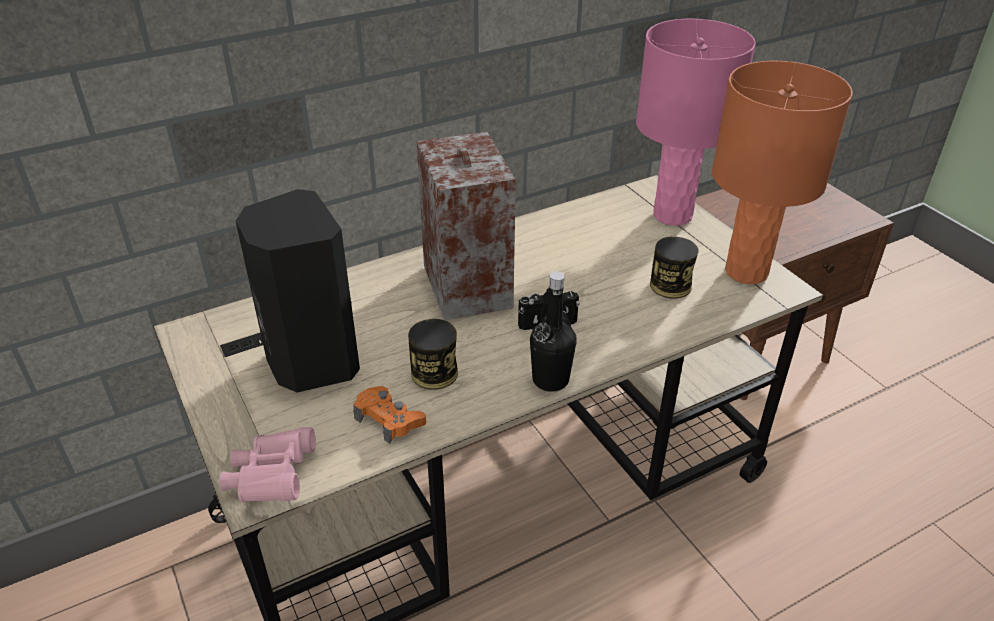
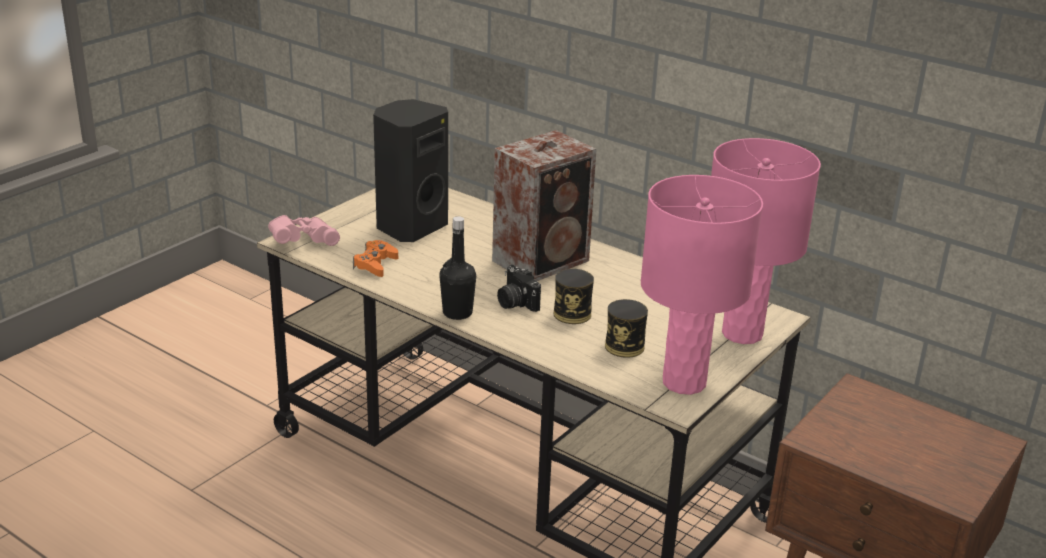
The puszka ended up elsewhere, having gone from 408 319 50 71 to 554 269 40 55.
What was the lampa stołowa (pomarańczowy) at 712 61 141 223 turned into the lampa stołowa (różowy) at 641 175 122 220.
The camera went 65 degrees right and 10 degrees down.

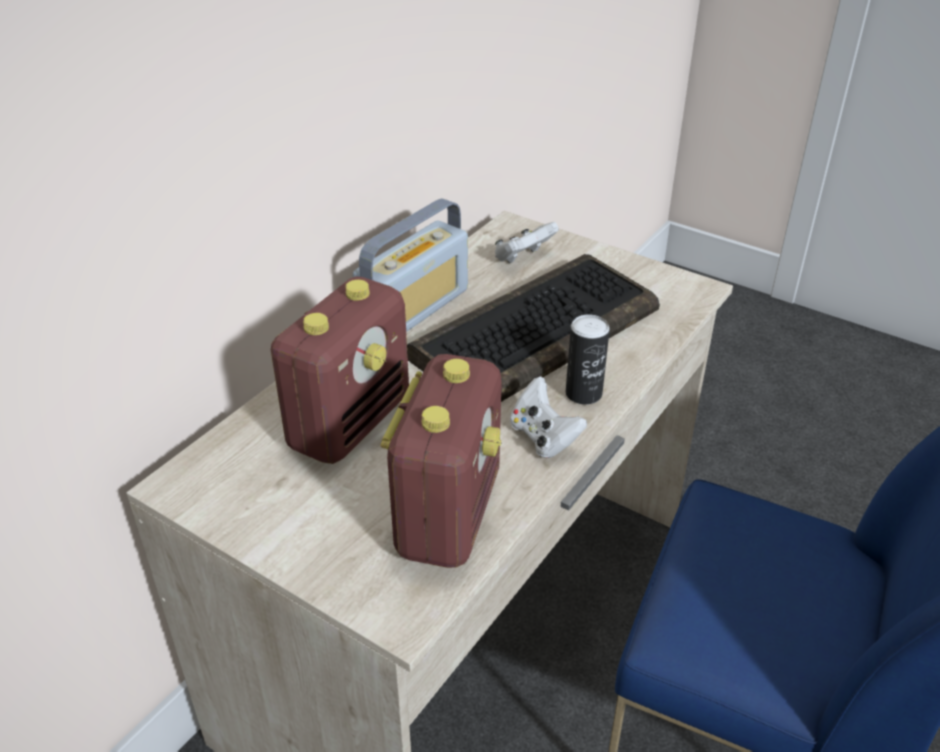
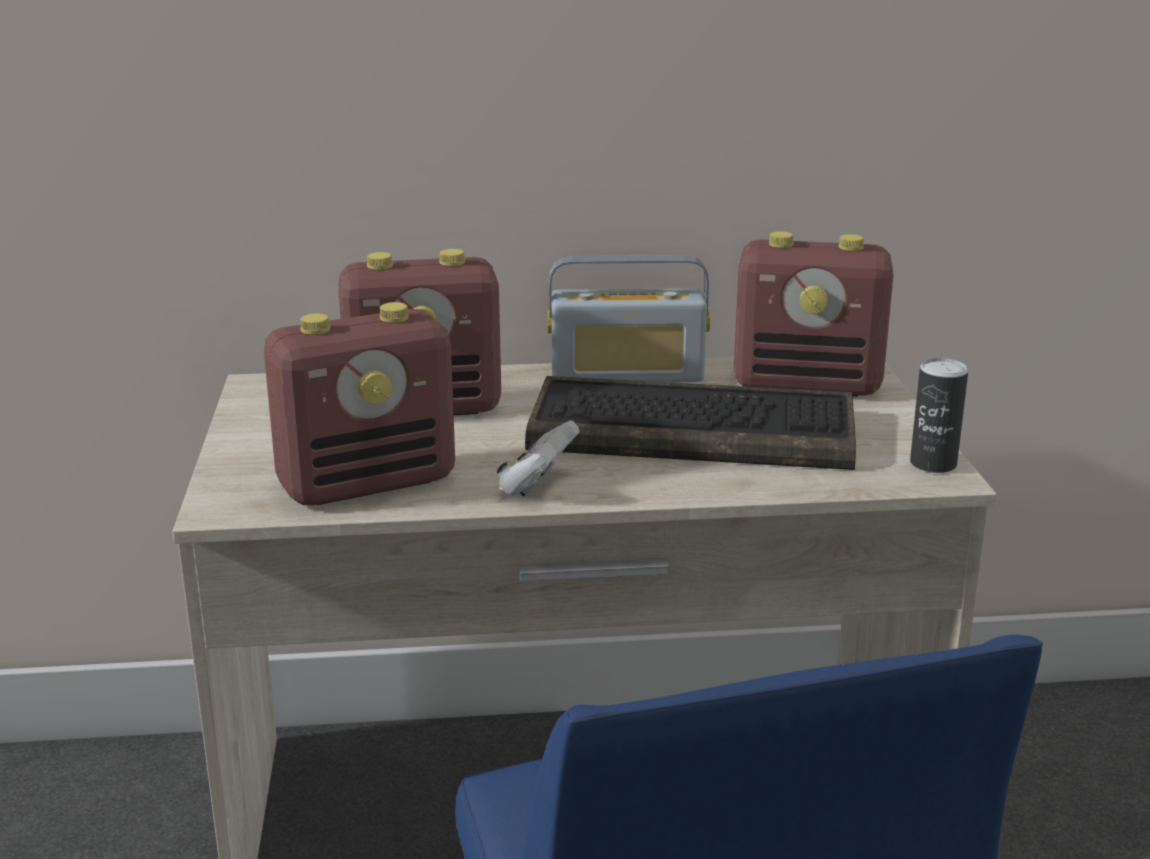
Where the pad do gier (biały) stood at 495 222 64 41, the radio came to stand at 734 231 160 166.
The puszka ended up elsewhere, having gone from 566 314 44 91 to 910 358 58 115.
The camera went 50 degrees right and 15 degrees down.

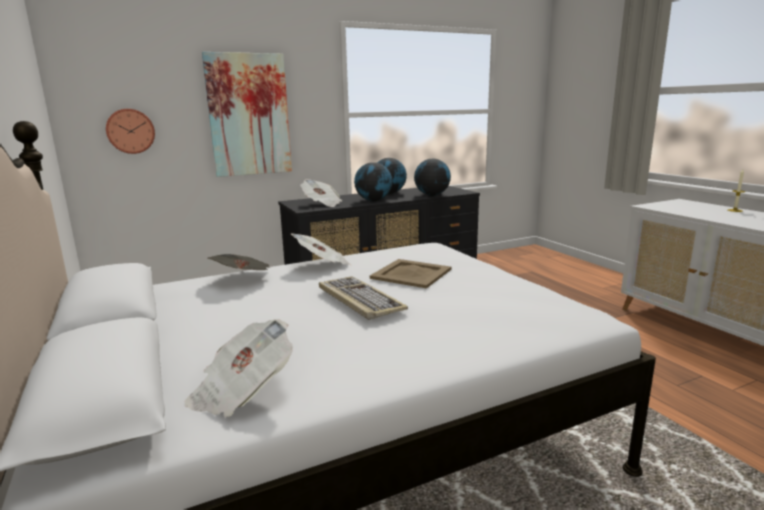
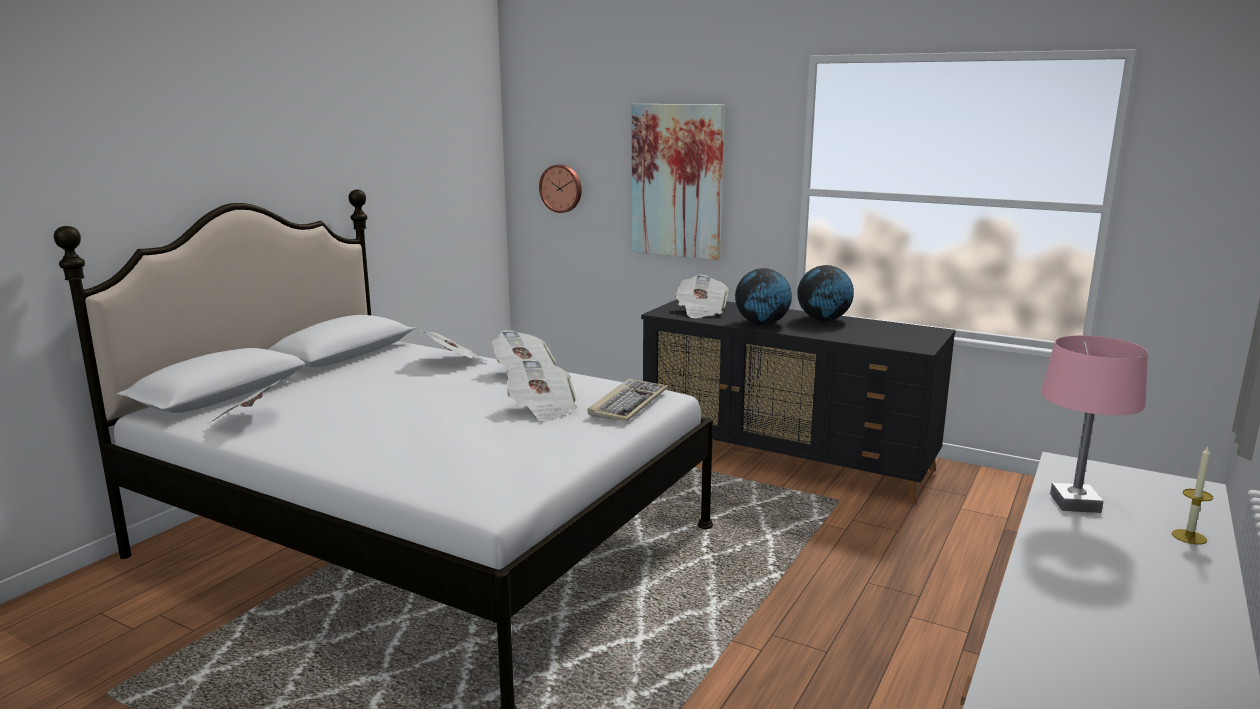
The klawiatura ended up elsewhere, having gone from 319 277 89 43 to 588 379 80 42.
Where the taca (beżowy) stood at 370 259 81 30, the gazeta came to stand at 507 359 71 63.
The second view lost the globus at 414 159 37 37.
The second view gained the lampa stołowa (różowy) at 1041 335 107 178.
The camera went 55 degrees right and 0 degrees up.

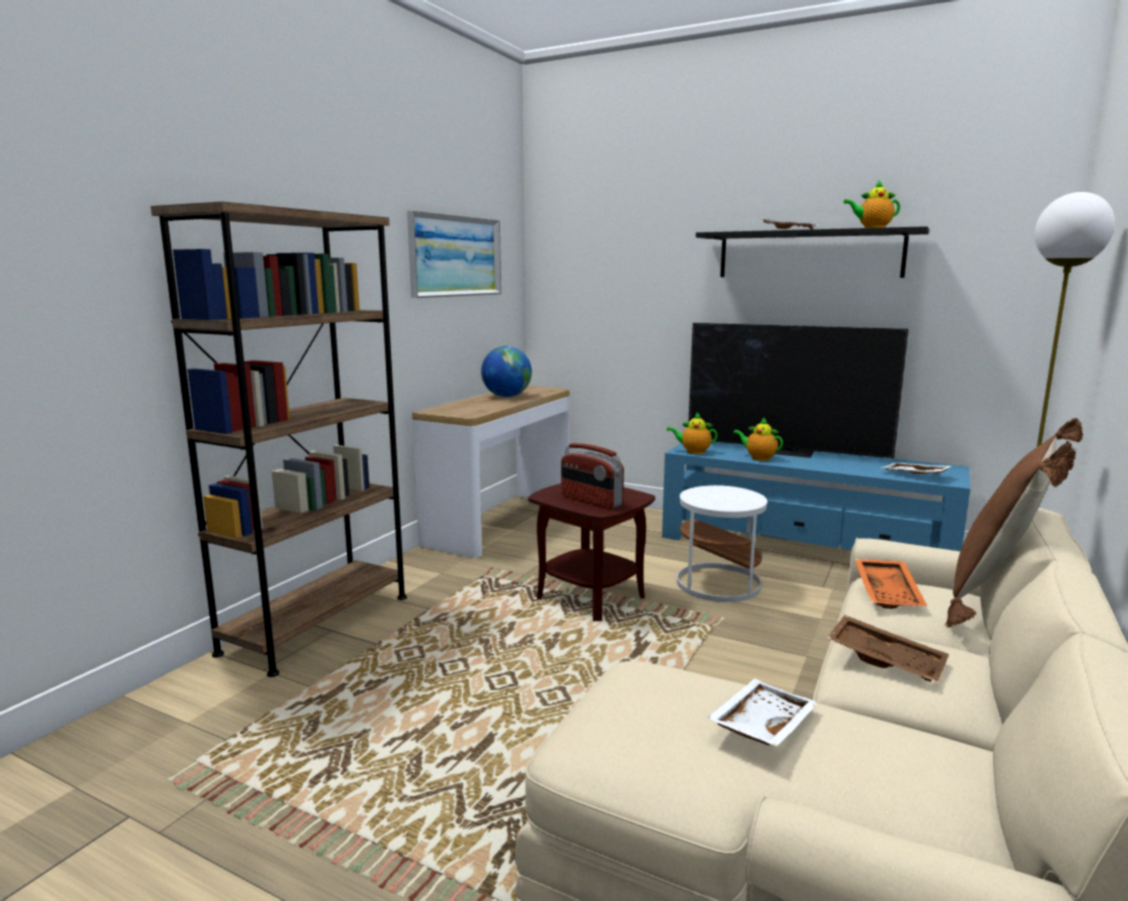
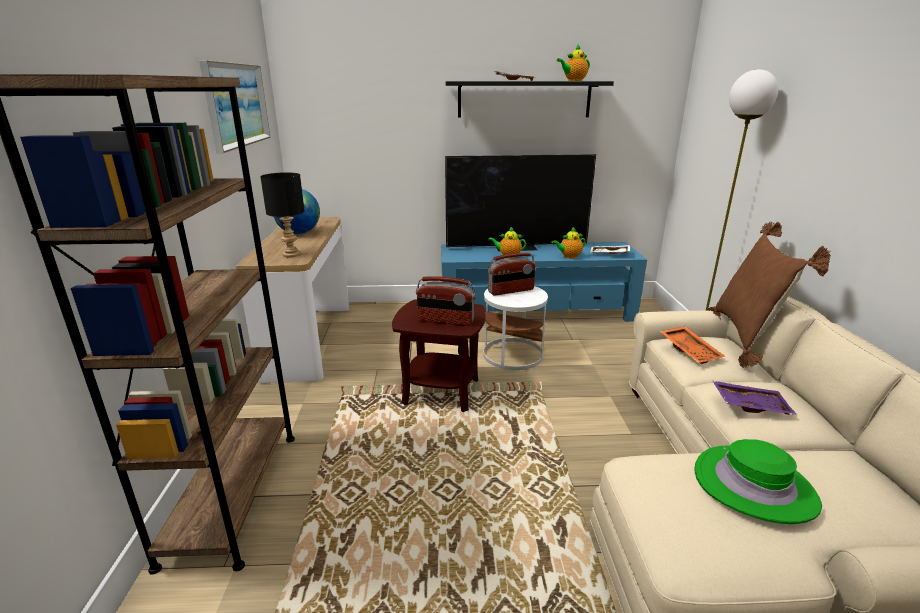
The imbryk ended up elsewhere, having gone from 667 413 51 41 to 551 227 35 32.
Where the taca (biały) stood at 706 678 112 69, the kapelusz (zielony) came to stand at 695 439 127 85.
What was the taca (brązowy) at 827 615 122 68 turned into the taca (fioletowy) at 713 381 84 34.
The second view gained the lampa stołowa (czarny) at 260 172 45 85.
The second view gained the radio at 488 253 48 43.
The camera went 30 degrees left and 10 degrees up.

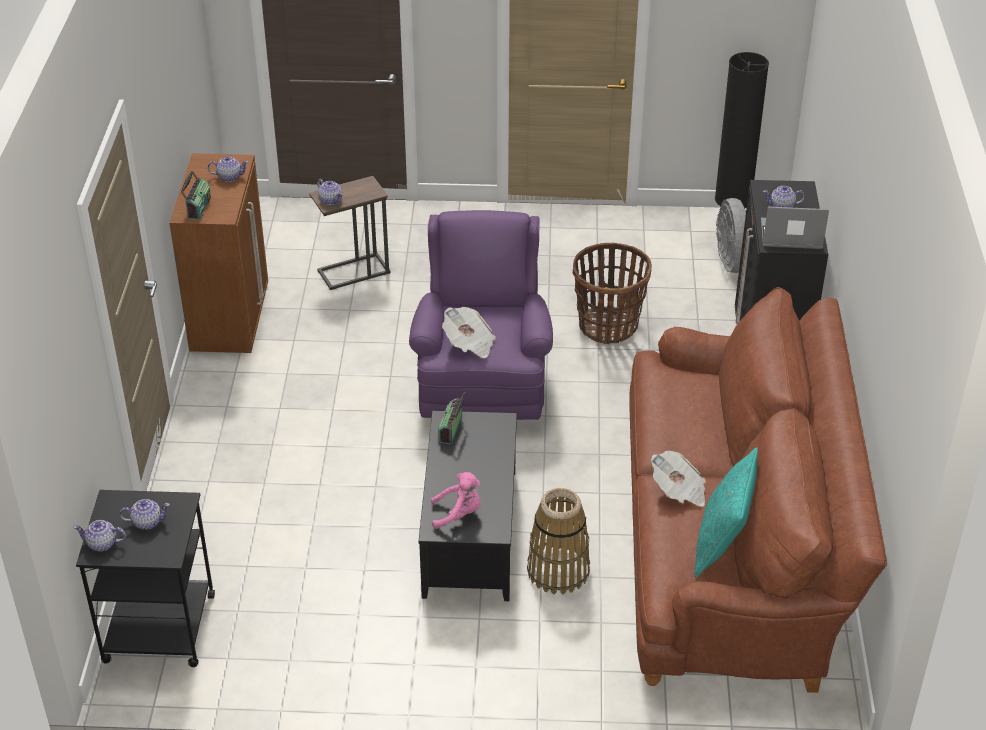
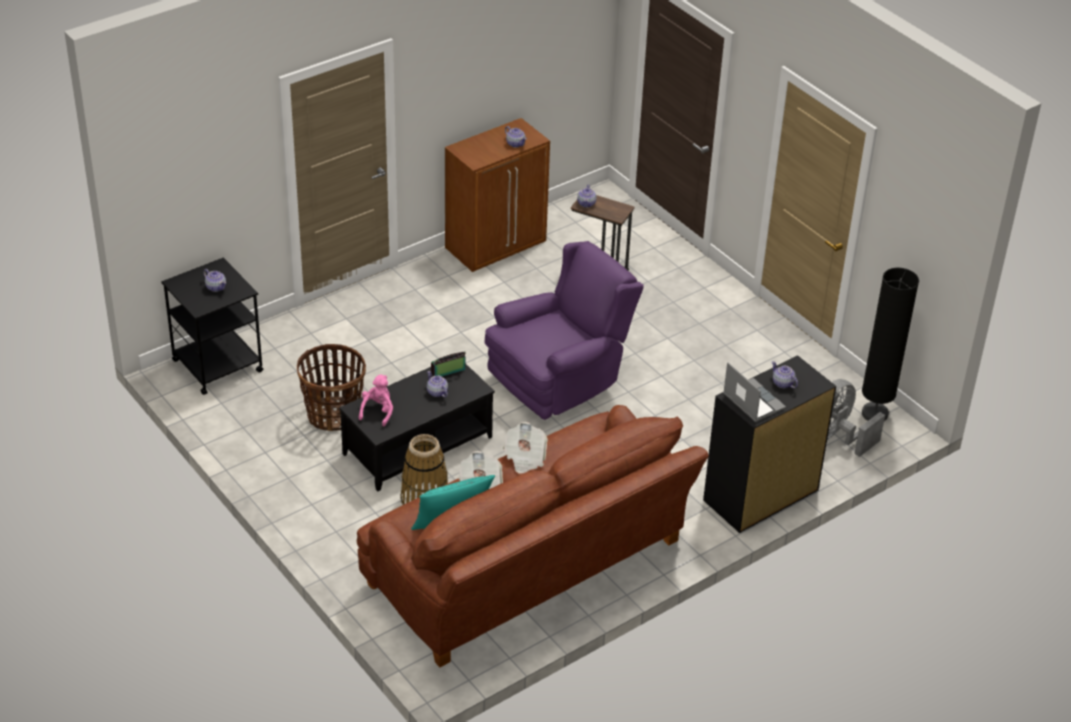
The imbryk ended up elsewhere, having gone from 73 520 53 31 to 427 371 21 26.
The second view lost the radio at 181 170 30 50.
The pluszak (różowy) at 431 472 50 57 ended up facing another way, 120 degrees counterclockwise from before.
The gazeta ended up elsewhere, having gone from 442 307 54 51 to 503 422 45 52.
The koszyk ended up elsewhere, having gone from 573 243 79 101 to 297 344 69 87.
The camera went 50 degrees right and 0 degrees up.

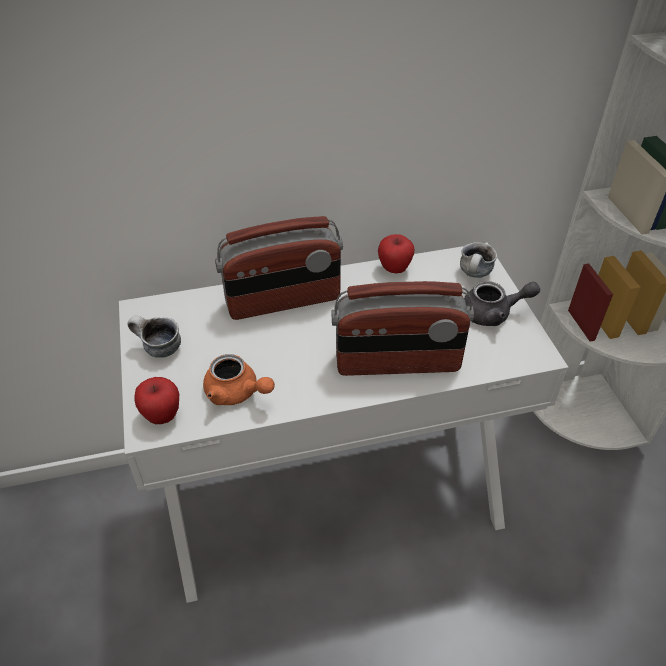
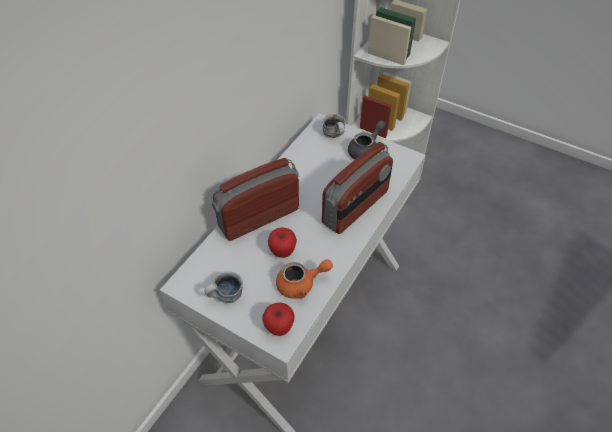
The radio at 215 216 128 104 ended up facing another way, 150 degrees counterclockwise from before.
The jabłko ended up elsewhere, having gone from 378 234 37 39 to 268 227 29 31.
The camera went 45 degrees left and 5 degrees up.

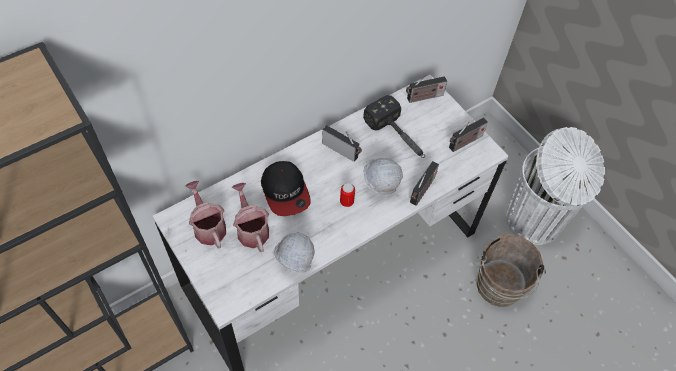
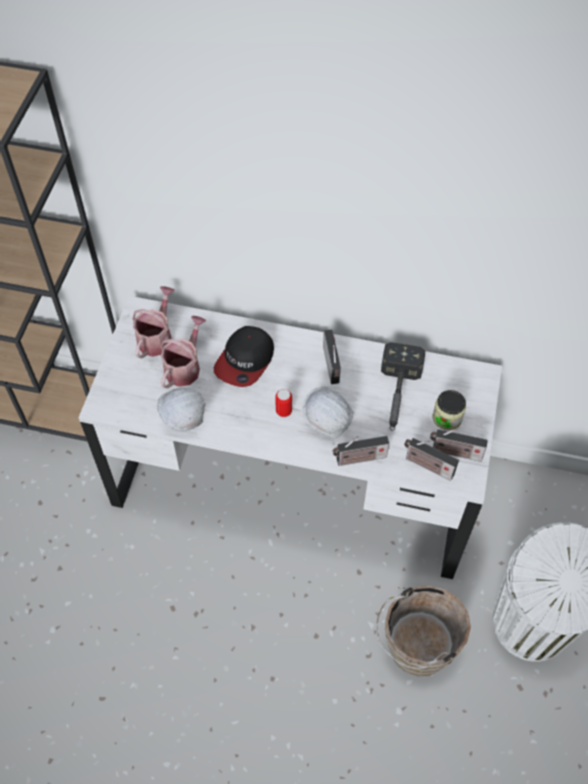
The radio ended up elsewhere, having gone from 406 75 41 28 to 404 438 55 43.
The second view gained the słoik at 433 390 33 40.
The camera went 50 degrees right and 0 degrees up.

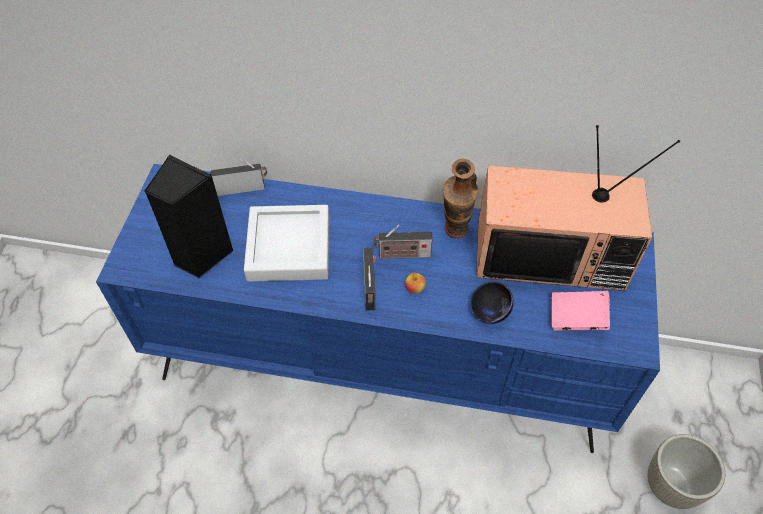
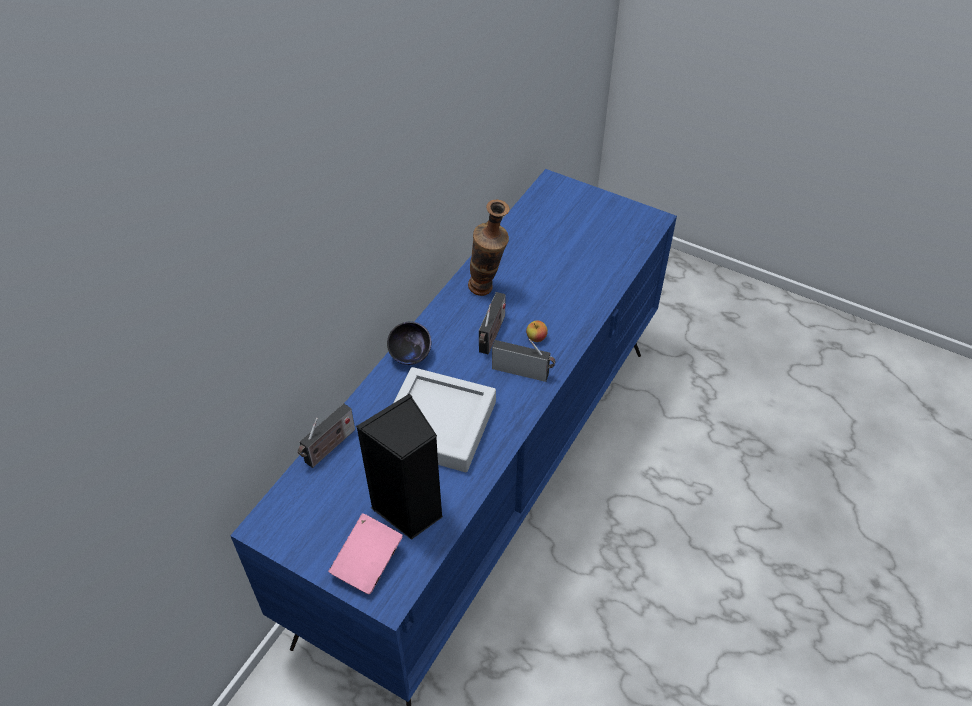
The radio at 211 158 56 38 ended up facing another way, 150 degrees counterclockwise from before.
The miska (czarny) ended up elsewhere, having gone from 470 282 44 42 to 387 321 44 44.
The second view lost the telewizor at 476 125 204 166.
The książka (różowy) ended up elsewhere, having gone from 552 291 58 40 to 328 514 75 80.
The second view lost the donica (szary) at 648 434 77 75.
The camera went 70 degrees left and 5 degrees down.

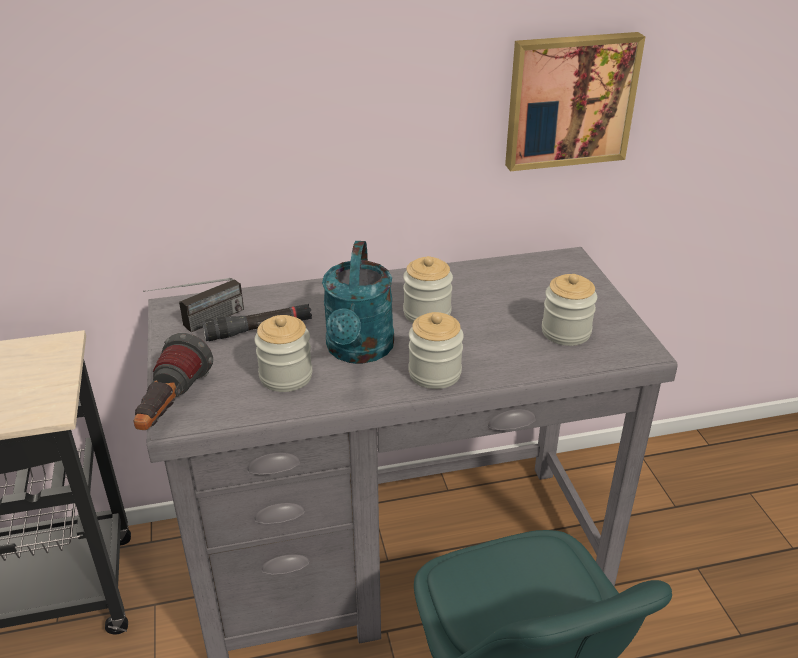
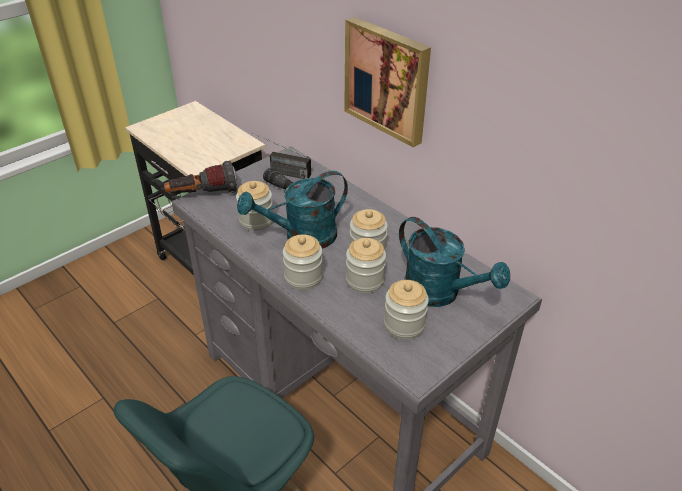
The obraz ended up elsewhere, having gone from 505 32 140 139 to 344 17 87 130.
The second view gained the słoik at 346 238 40 55.
The second view gained the konewka (turkusowy) at 399 217 111 90.
The camera went 60 degrees right and 5 degrees up.

